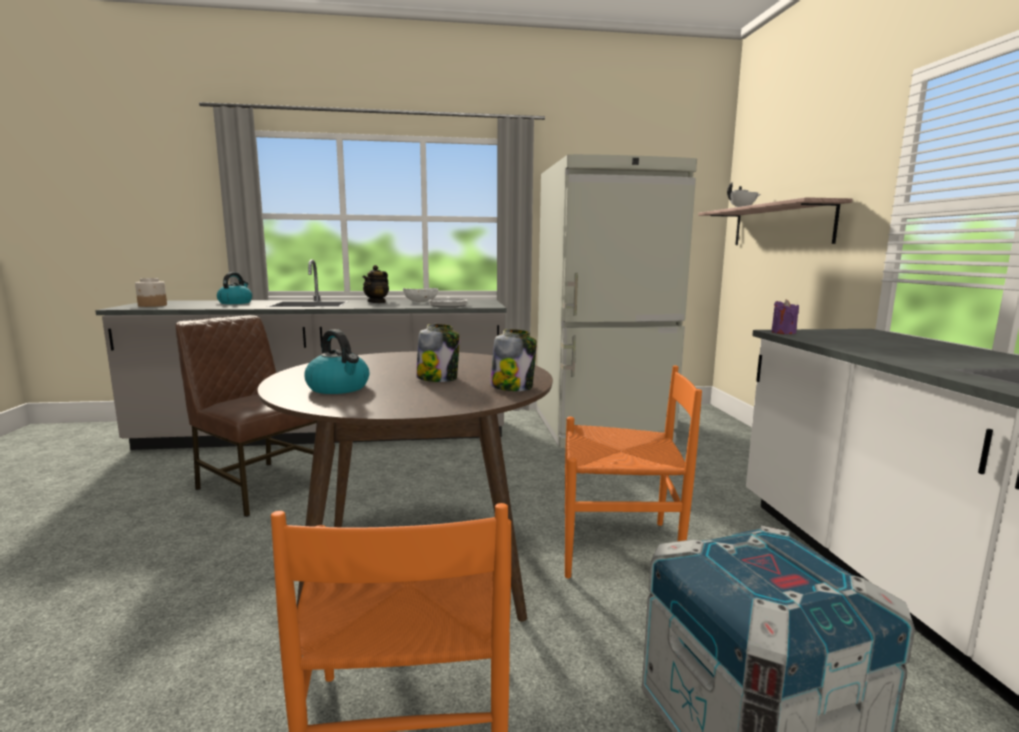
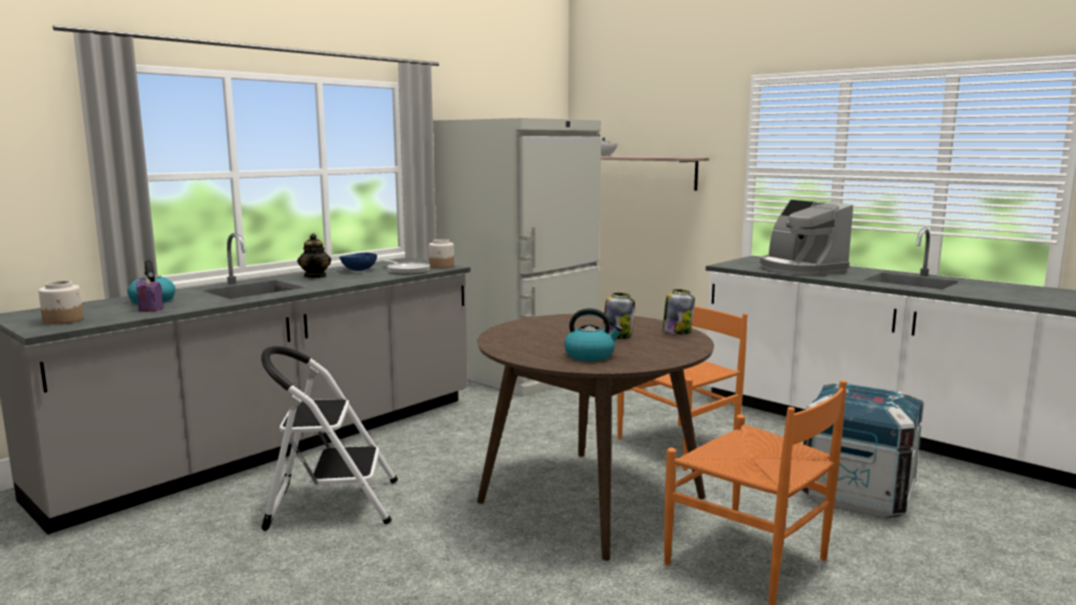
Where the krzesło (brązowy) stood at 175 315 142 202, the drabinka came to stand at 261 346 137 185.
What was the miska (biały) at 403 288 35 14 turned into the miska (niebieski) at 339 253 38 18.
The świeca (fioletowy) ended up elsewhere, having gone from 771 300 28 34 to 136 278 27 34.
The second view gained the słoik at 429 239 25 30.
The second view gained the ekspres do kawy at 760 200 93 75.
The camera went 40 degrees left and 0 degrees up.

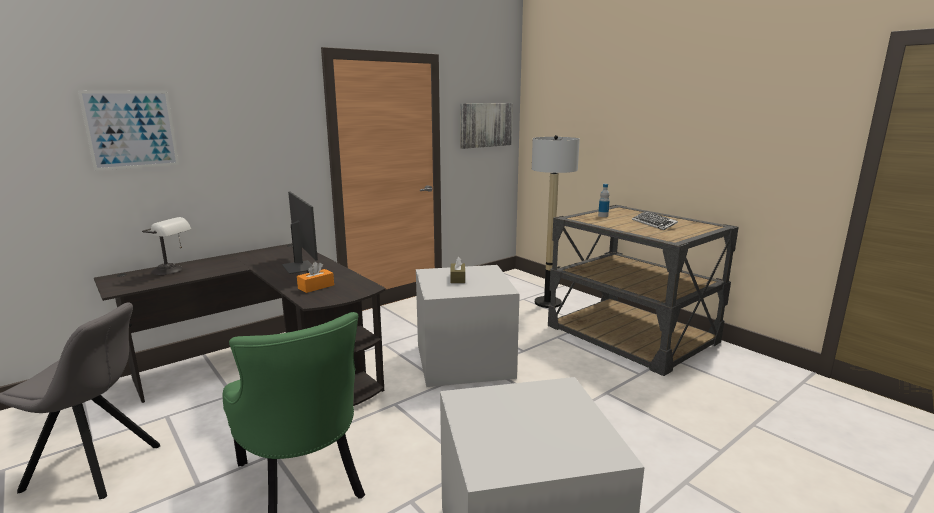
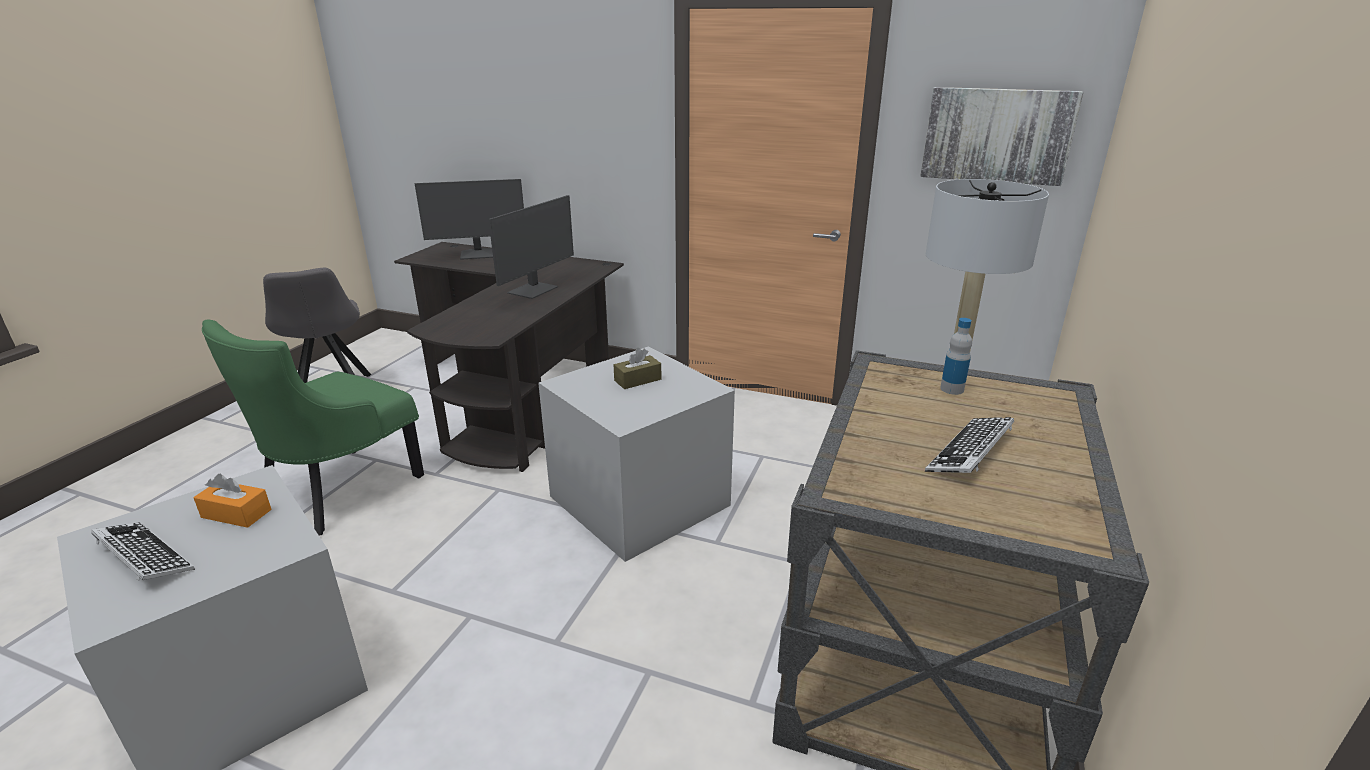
The second view lost the obraz at 78 91 101 80.
Where the lampa stołowa stood at 142 217 49 58, the monitor came to stand at 415 179 109 81.
The pudełko chusteczek (pomarańczowy) ended up elsewhere, having gone from 297 262 37 31 to 193 474 78 54.
The second view gained the klawiatura at 91 522 104 59.
The camera went 60 degrees right and 10 degrees up.

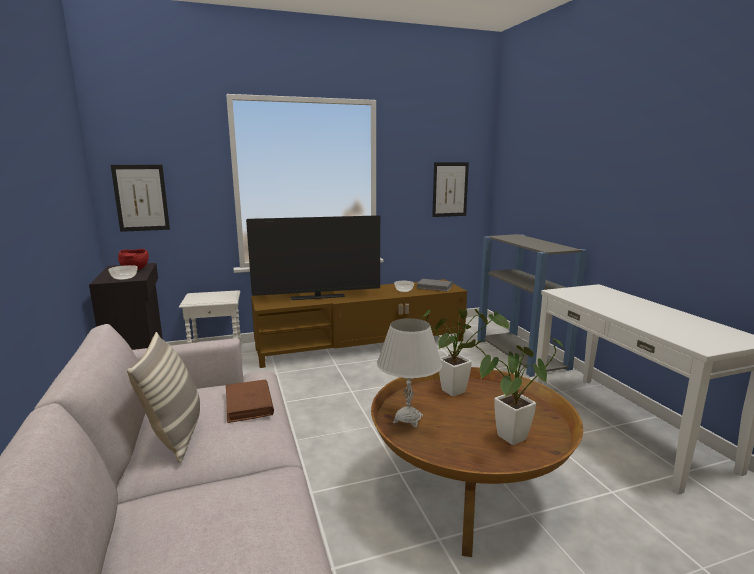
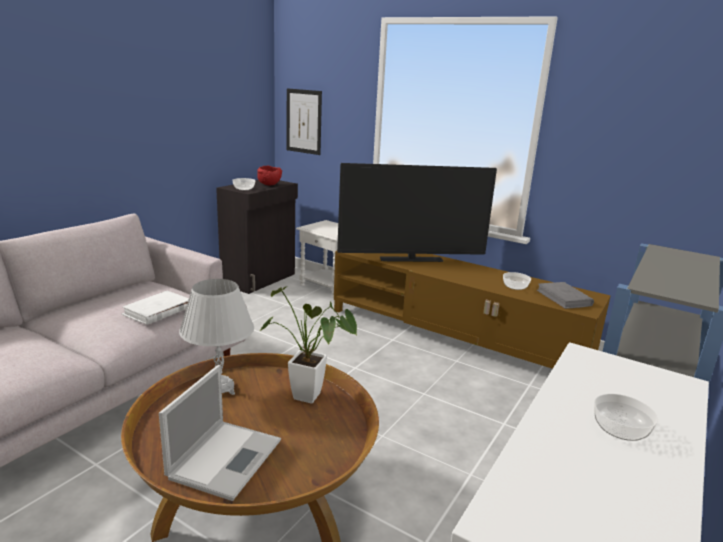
The second view lost the poduszka at 127 332 73 131.
What was the książka (brązowy) at 226 379 48 44 turned into the książka (biały) at 122 291 67 34.
The telewizor at 246 215 134 85 ended up facing another way, 45 degrees counterclockwise from before.
The second view lost the obraz at 432 162 37 55.
Where the roślina doniczkowa stood at 458 336 106 109, the laptop came to stand at 159 365 122 136.
The second view gained the miska at 594 394 64 47.
The camera went 50 degrees right and 5 degrees up.

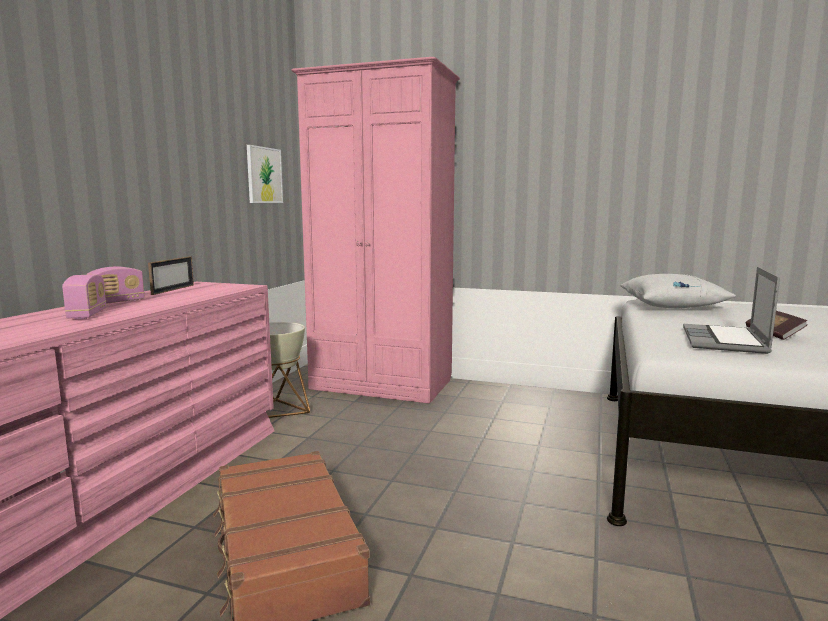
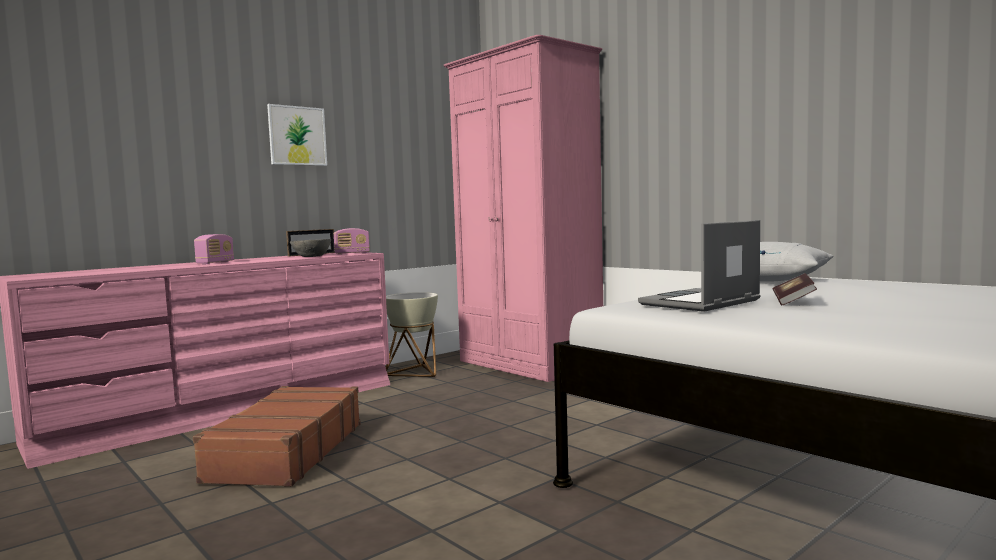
The radio ended up elsewhere, having gone from 86 266 59 38 to 334 228 36 27.
The obraz ended up elsewhere, having gone from 247 145 36 58 to 267 104 60 62.
The second view gained the miska (szary) at 290 239 41 18.
The camera went 30 degrees right and 5 degrees down.

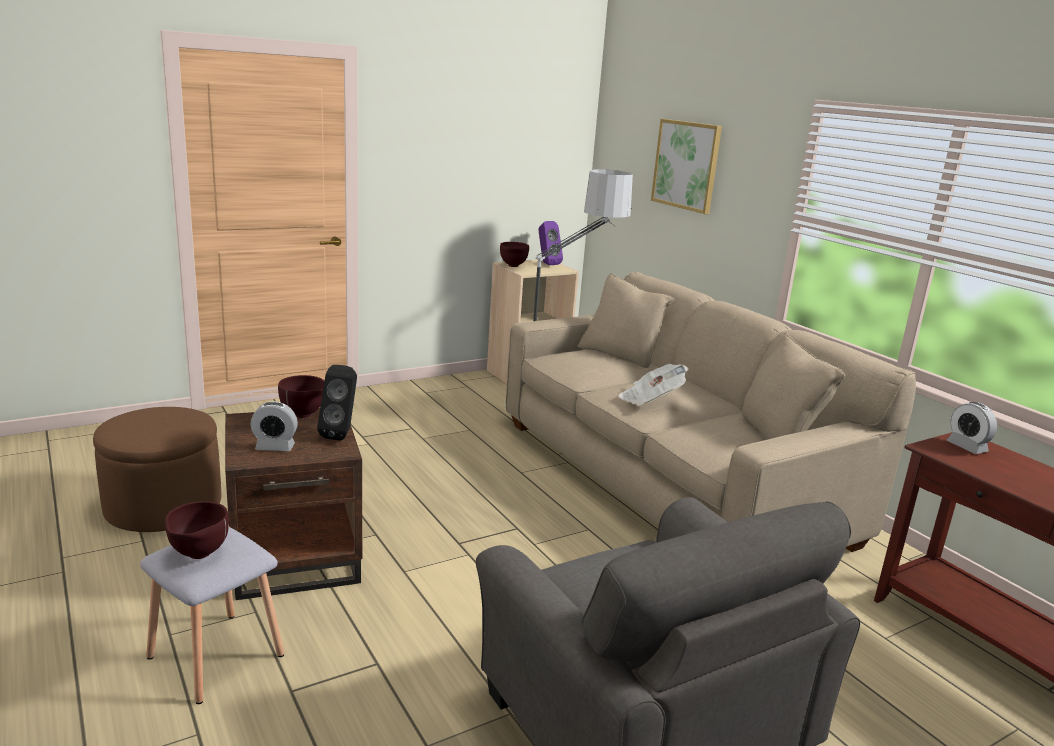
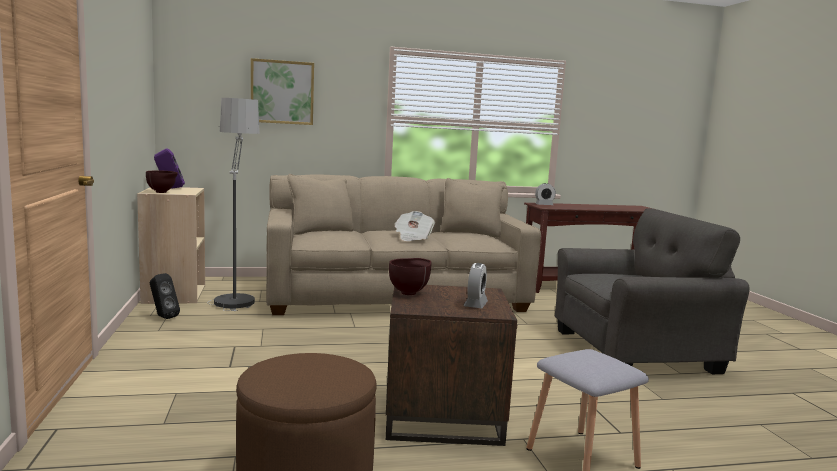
The second view lost the miska (brązowy) at 165 501 64 58.
The głośnik (czarny) ended up elsewhere, having gone from 317 365 40 76 to 150 273 30 46.
The camera went 70 degrees left and 10 degrees down.

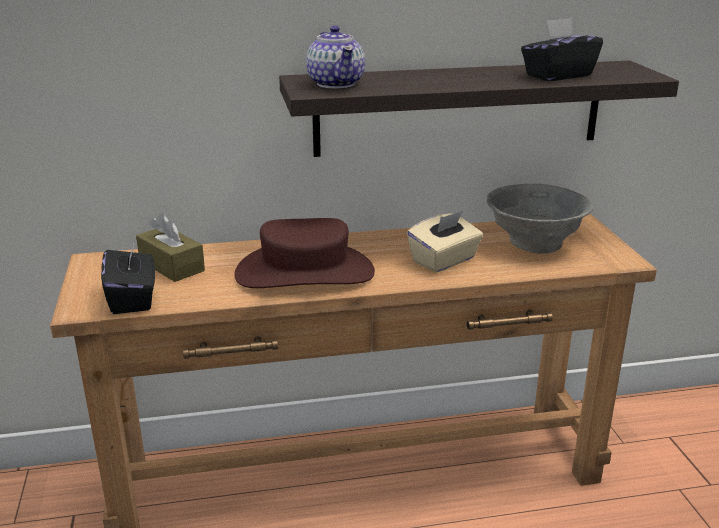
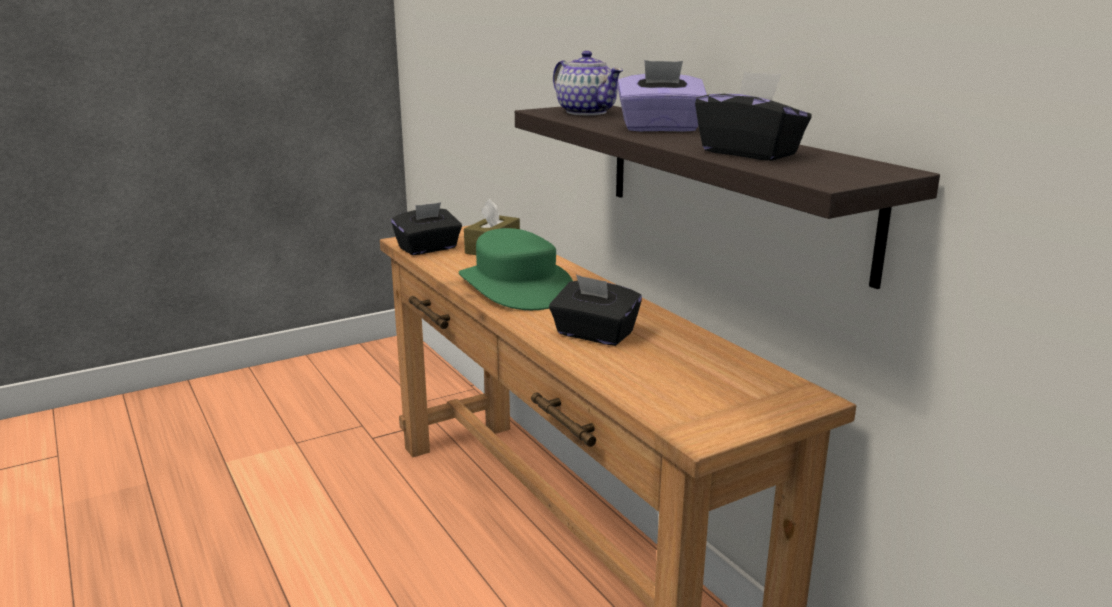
What was the kapelusz (brązowy) at 234 218 141 70 turned into the kapelusz (zielony) at 459 228 114 82.
The imbryk at 306 26 59 62 ended up facing another way, 90 degrees counterclockwise from before.
What was the pudełko chusteczek (beżowy) at 407 211 76 62 turned into the pudełko chusteczek (czarny) at 549 275 93 71.
The second view lost the miska (szary) at 486 184 107 70.
The second view gained the pudełko chusteczek (fioletowy) at 617 60 90 72.
The camera went 70 degrees right and 5 degrees down.

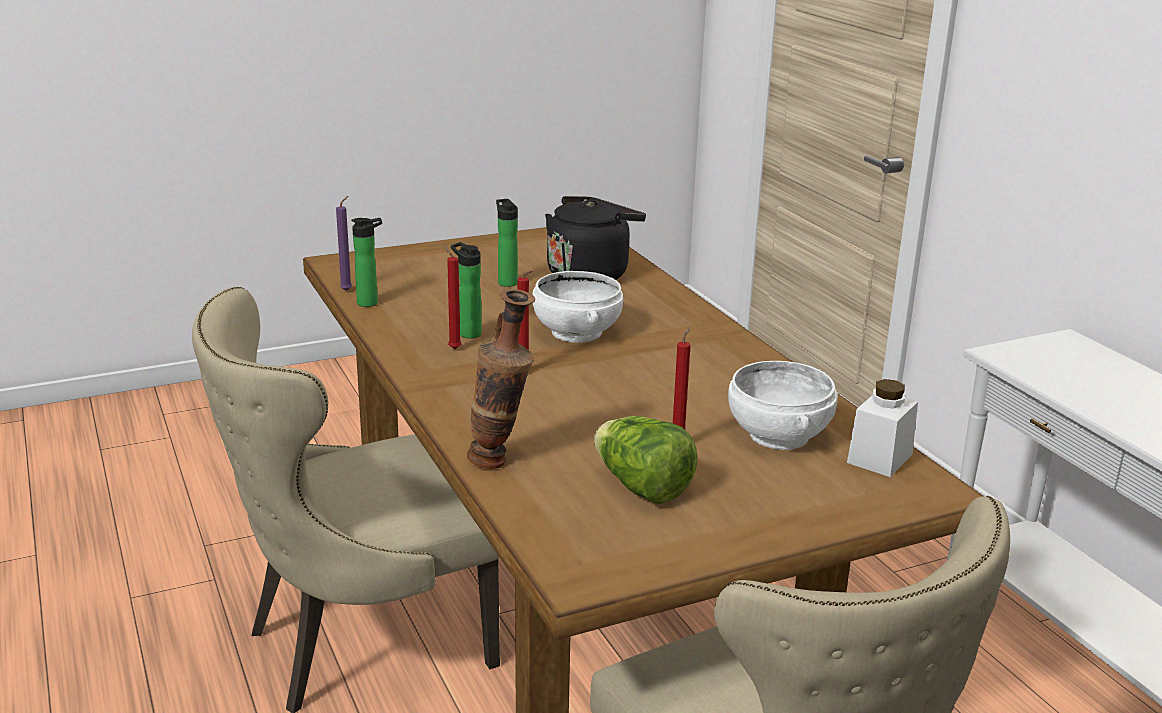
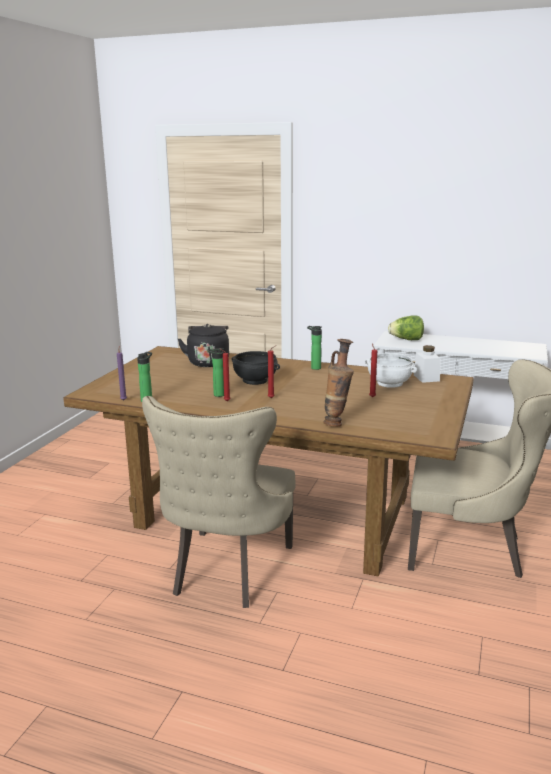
The butelka ended up elsewhere, having gone from 496 199 22 88 to 307 326 15 44.
What was the miska (biały) at 532 271 91 72 turned into the miska (czarny) at 231 351 49 34.
The sałata ended up elsewhere, having gone from 594 416 104 88 to 388 315 36 25.
The camera went 45 degrees left and 5 degrees down.

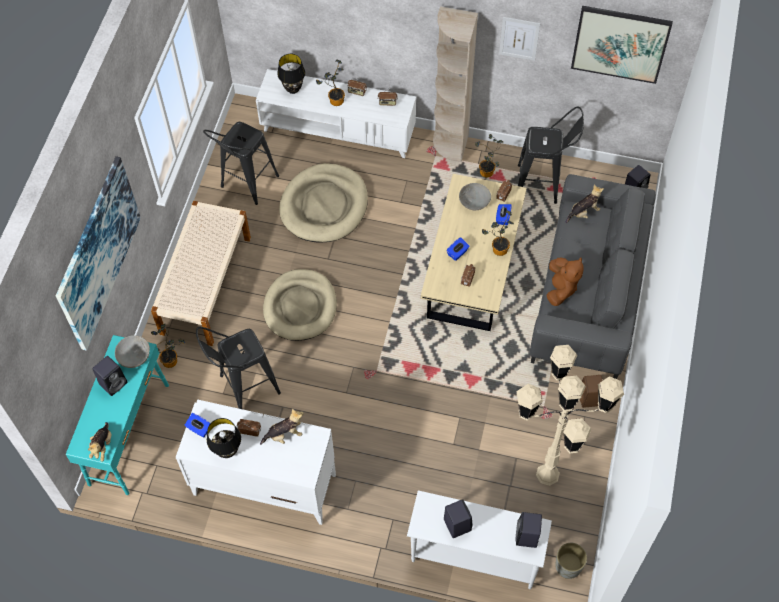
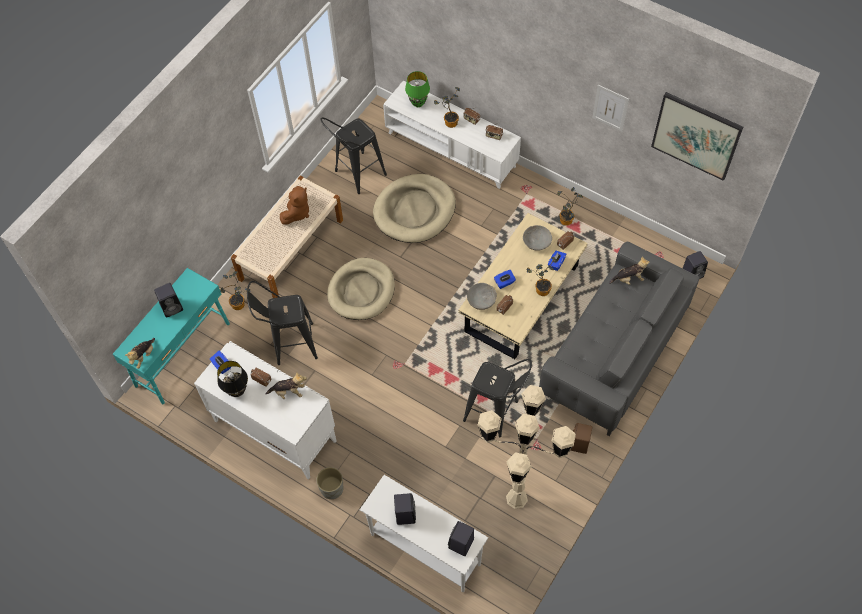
The second view lost the obraz at 56 156 85 195.
The miska (szary) ended up elsewhere, having gone from 115 335 35 33 to 467 283 30 27.
What was the lampa stołowa (czarny) at 277 54 28 40 turned into the lampa stołowa (zielony) at 405 71 25 36.
The second view lost the regał (beżowy) at 433 6 45 156.
The stołek (czarny) ended up elsewhere, having gone from 518 106 66 98 to 463 359 69 78.
The pluszak (brązowy) ended up elsewhere, having gone from 546 257 38 49 to 280 186 29 39.
The donica (szary) ended up elsewhere, having gone from 555 543 32 36 to 316 467 27 32.
The camera went 20 degrees right and 0 degrees up.

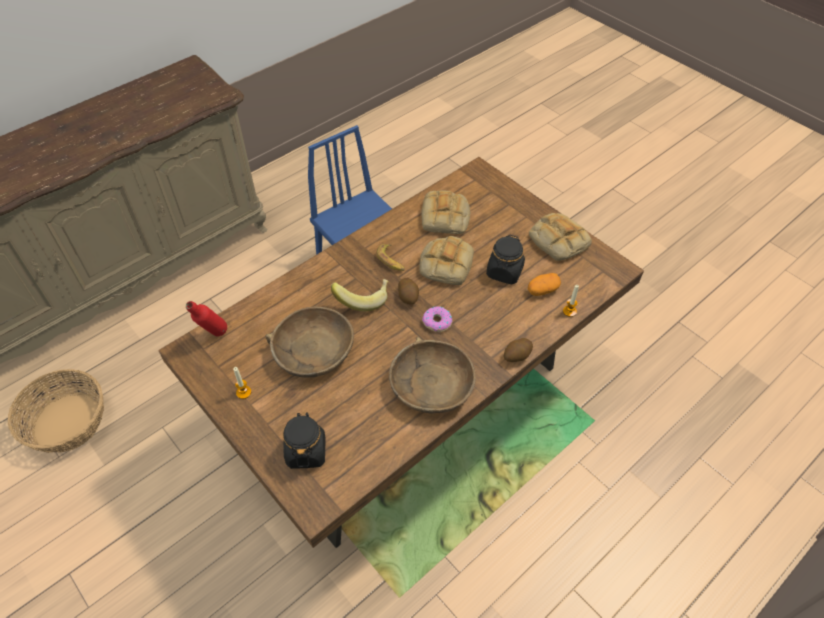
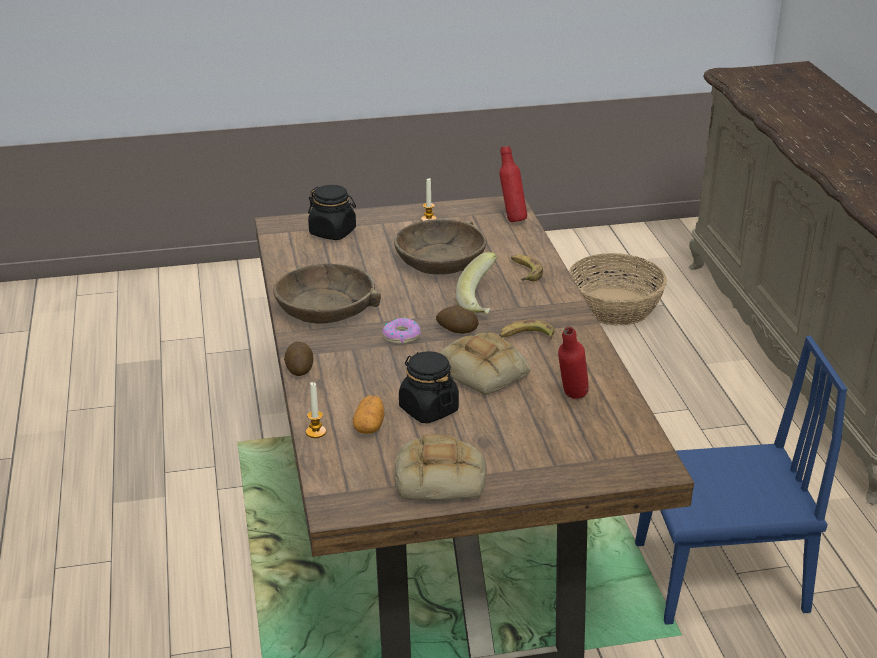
Where the chleb stood at 421 191 49 43, the butelka (czerwony) came to stand at 558 327 31 72.
The second view gained the banan at 511 255 32 27.
The camera went 120 degrees right and 20 degrees down.

